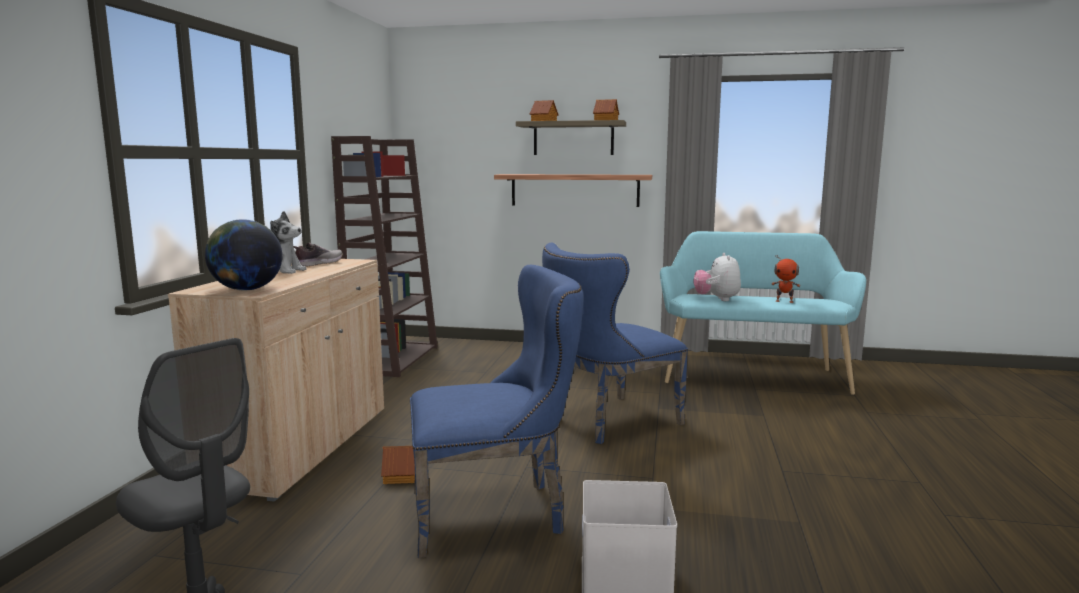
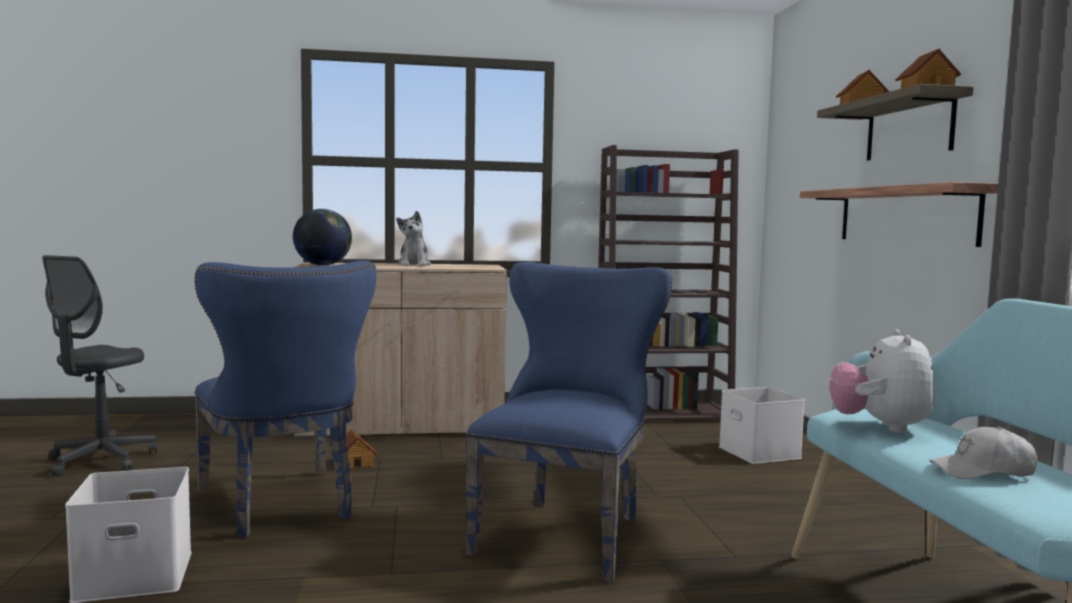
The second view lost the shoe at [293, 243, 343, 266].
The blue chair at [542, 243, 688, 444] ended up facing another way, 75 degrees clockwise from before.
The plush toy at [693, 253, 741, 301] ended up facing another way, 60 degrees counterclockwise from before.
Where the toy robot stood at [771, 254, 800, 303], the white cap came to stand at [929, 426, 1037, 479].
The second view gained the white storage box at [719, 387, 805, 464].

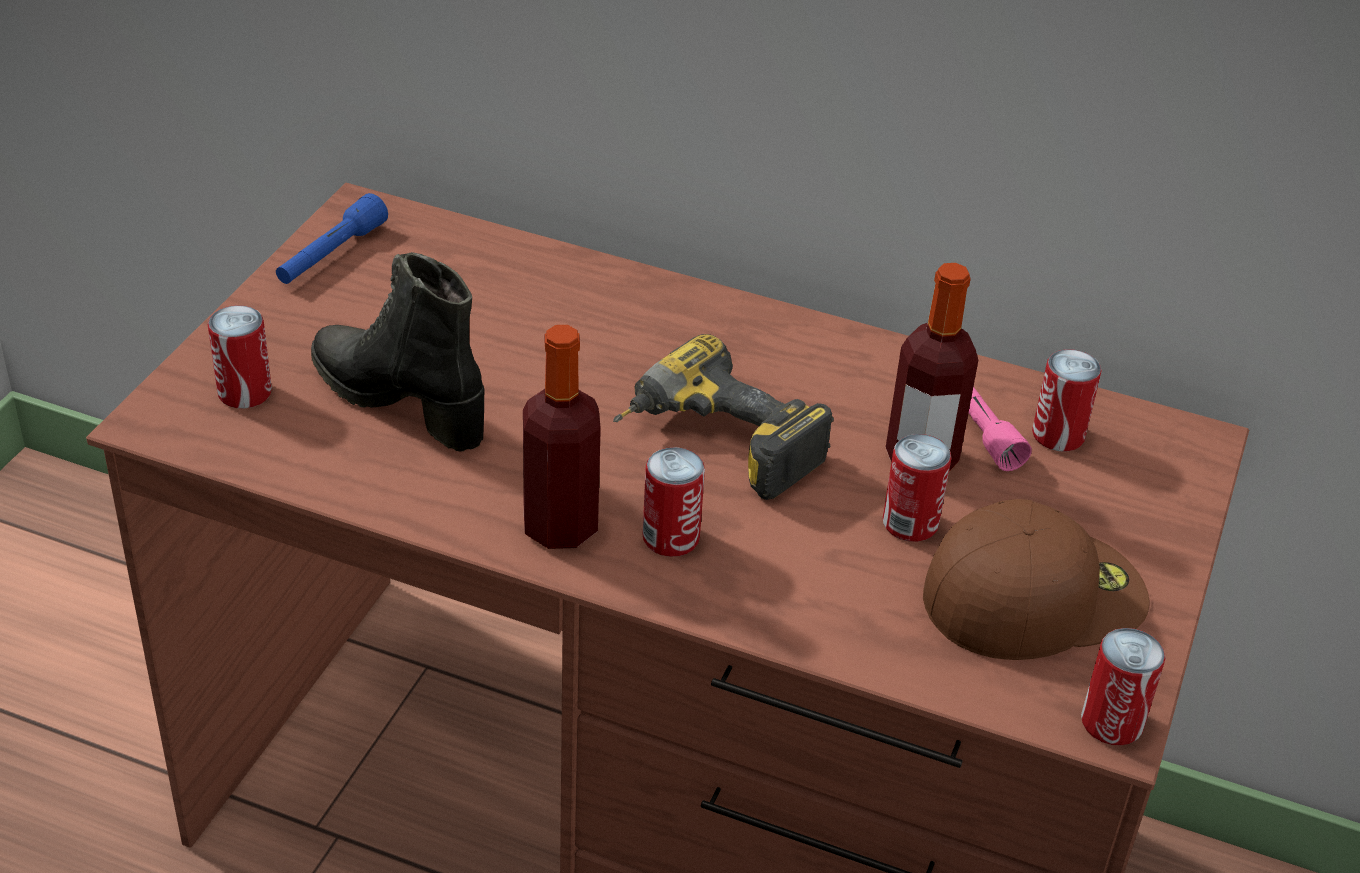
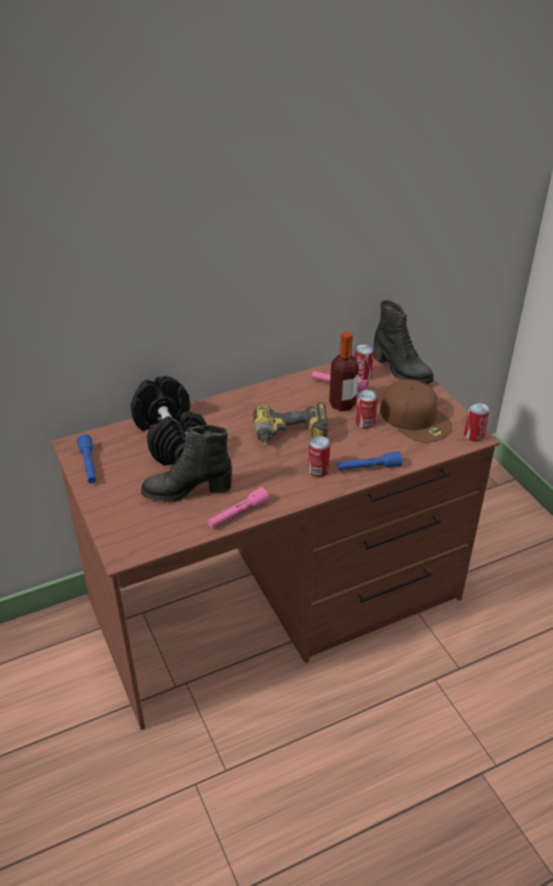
The second view lost the can at [208, 305, 272, 408].
The second view lost the bottle at [523, 325, 601, 549].
The brown cap at [923, 499, 1149, 660] ended up facing another way, 120 degrees clockwise from before.
The second view gained the black boot at [374, 300, 434, 384].
The second view gained the black dumbbell at [130, 376, 207, 466].
The second view gained the blue flashlight at [337, 451, 402, 470].
The second view gained the pink flashlight at [207, 487, 269, 528].

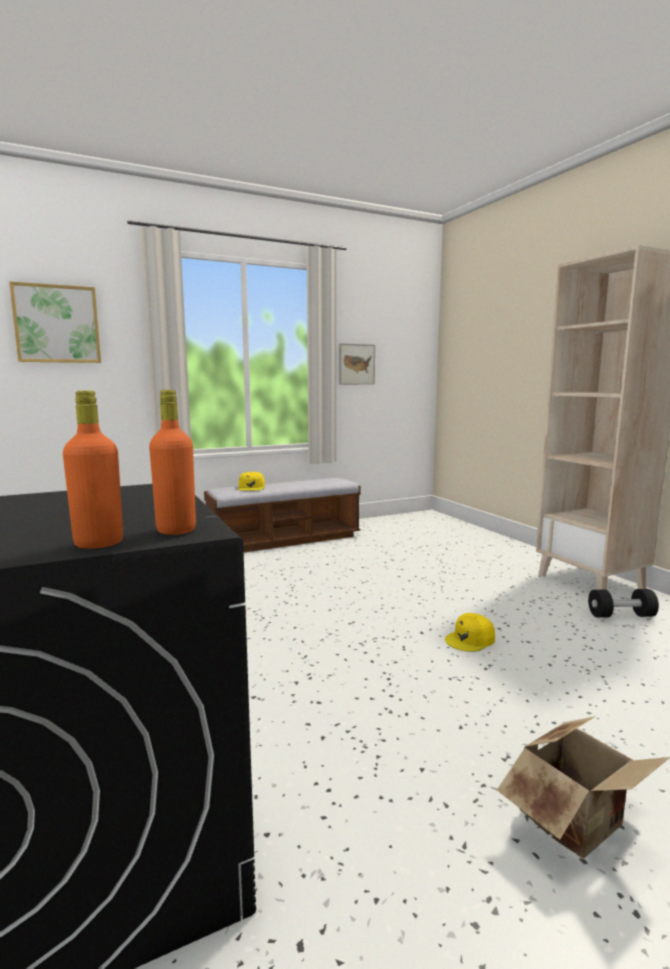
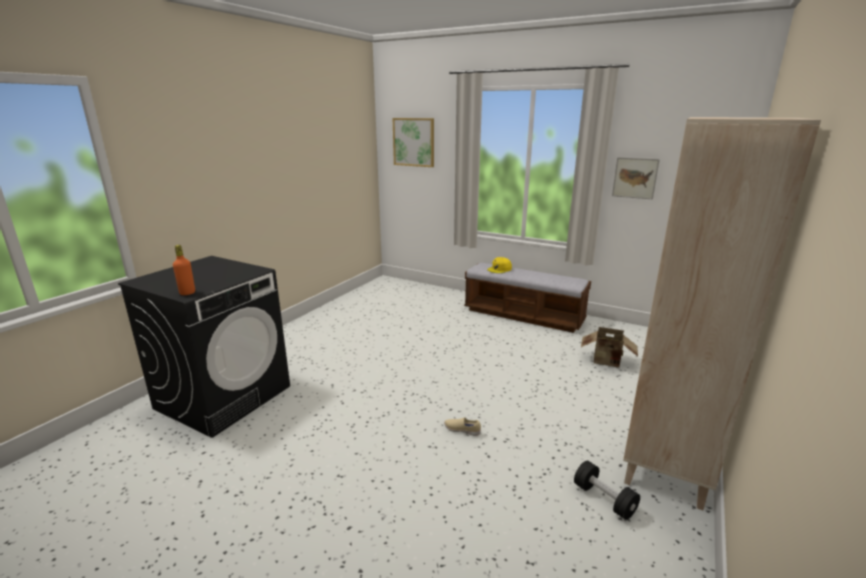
The second view lost the orange bottle at [63, 390, 123, 549].
Where the yellow cap stood at [445, 613, 495, 652], the beige shoe came to stand at [444, 417, 481, 436].
The cardboard box ended up elsewhere, having gone from [497, 716, 670, 859] to [581, 327, 638, 368].

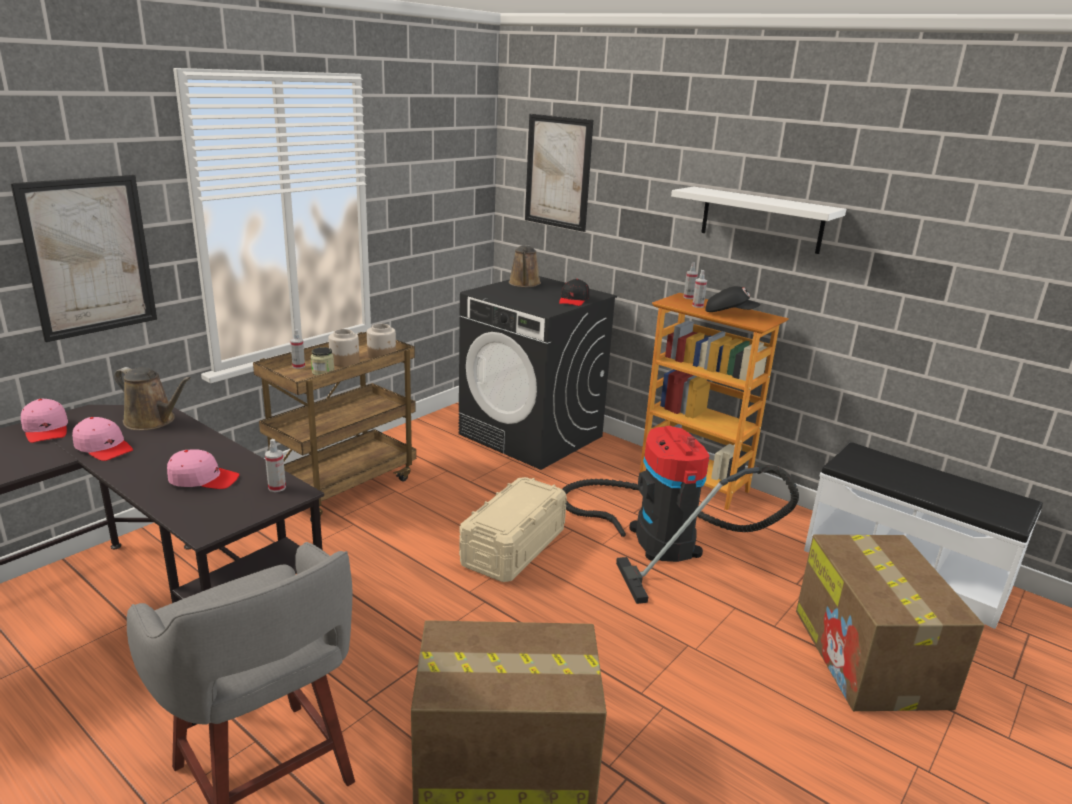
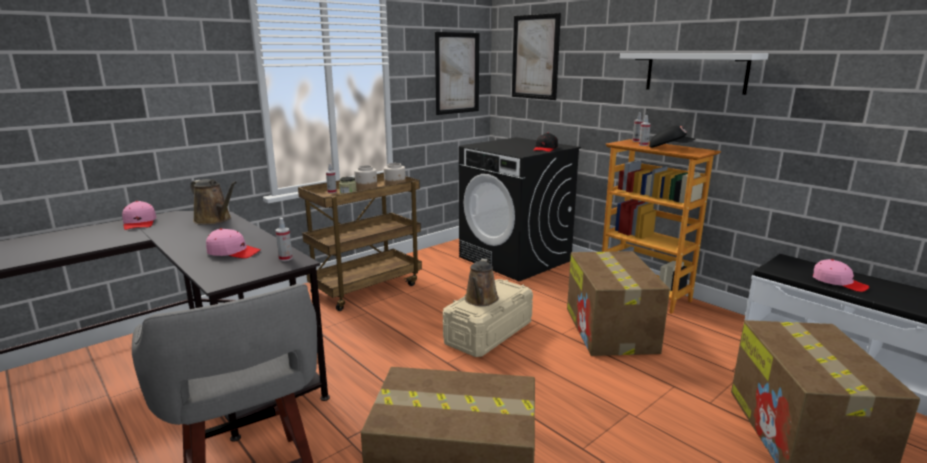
The picture ended up elsewhere, having gone from [10, 175, 157, 342] to [435, 32, 479, 115].
The brown watering can ended up elsewhere, having gone from [509, 245, 541, 287] to [465, 259, 499, 306].
The pink cap ended up elsewhere, having gone from [72, 417, 133, 461] to [813, 259, 869, 292].
Where the vacuum cleaner stood at [562, 426, 799, 604], the cardboard box came to stand at [567, 251, 670, 356].

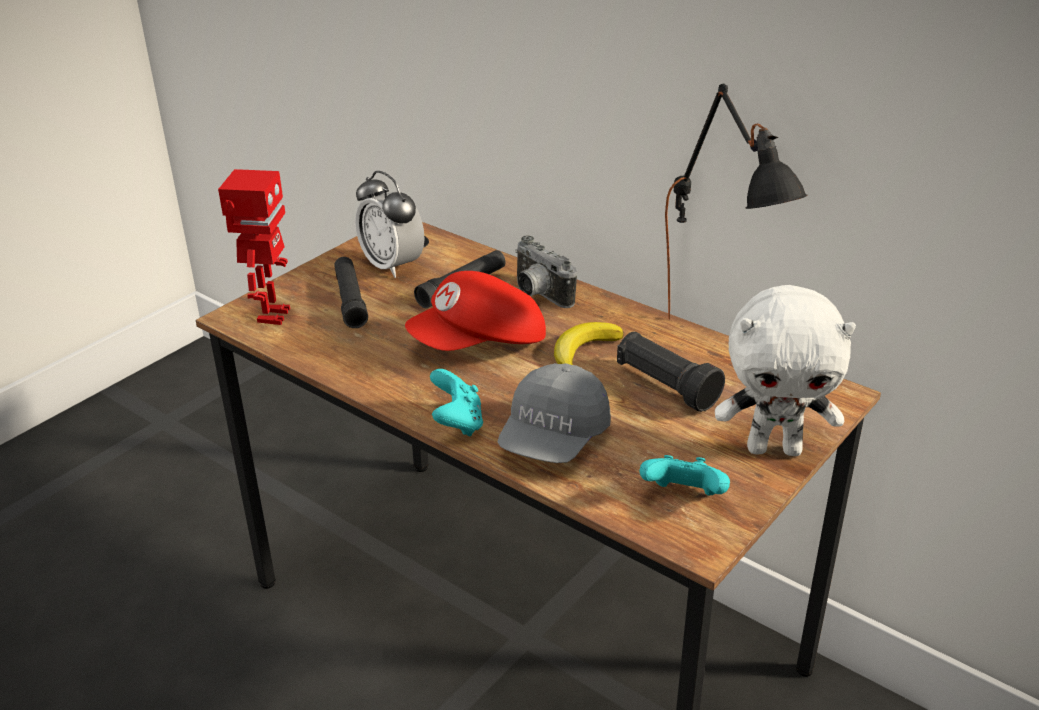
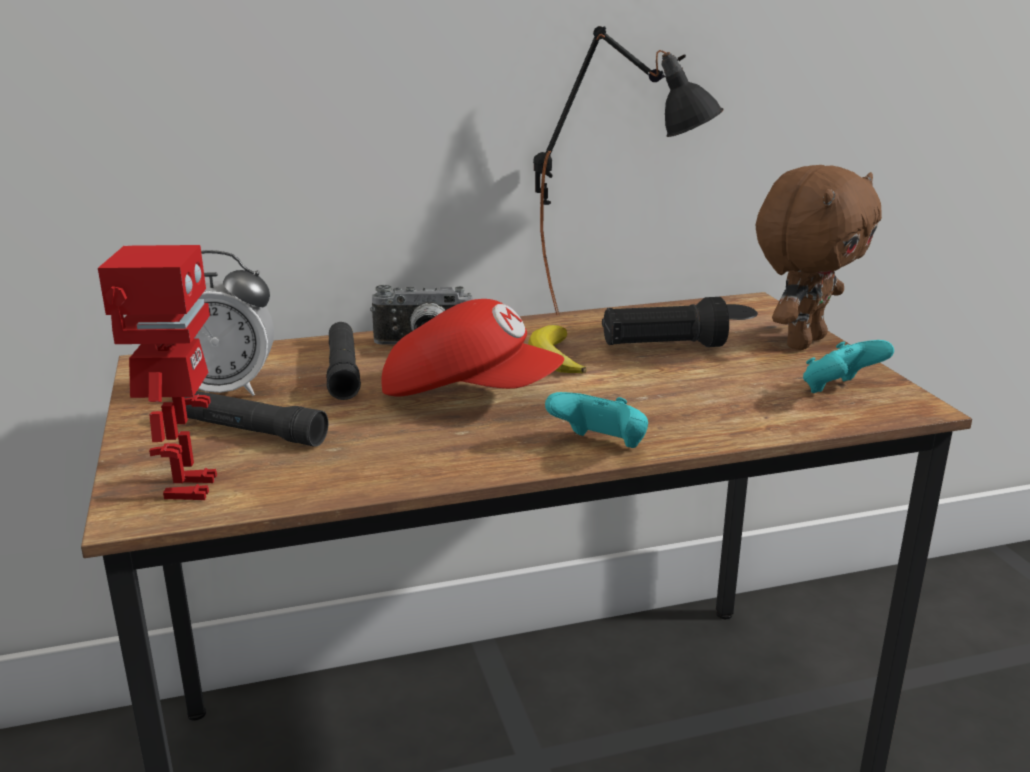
The toy robot at [218, 169, 290, 325] ended up facing another way, 45 degrees clockwise from before.
The red cap at [405, 271, 546, 351] ended up facing another way, 75 degrees counterclockwise from before.
What was the white plush toy at [715, 285, 856, 456] turned into the brown plush toy at [756, 165, 882, 350].
The second view lost the grey cap at [497, 363, 611, 463].

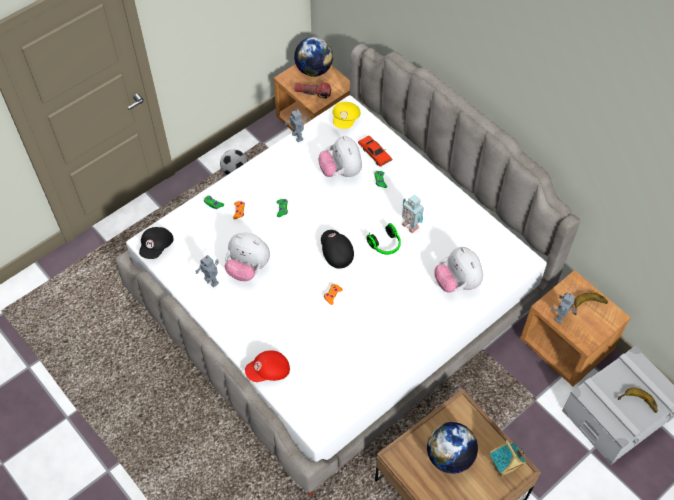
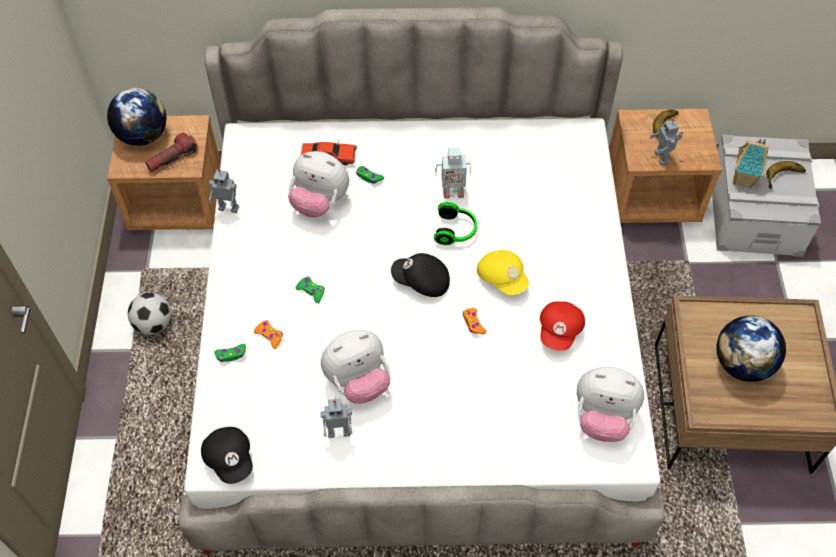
The yellow cap ended up elsewhere, having gone from [332, 102, 361, 129] to [477, 250, 529, 295].
The plush toy ended up elsewhere, having gone from [434, 247, 483, 293] to [577, 367, 644, 442].
The red cap ended up elsewhere, having gone from [245, 350, 290, 382] to [540, 301, 585, 351].
The toy house ended up elsewhere, having gone from [490, 440, 526, 477] to [733, 139, 770, 188].

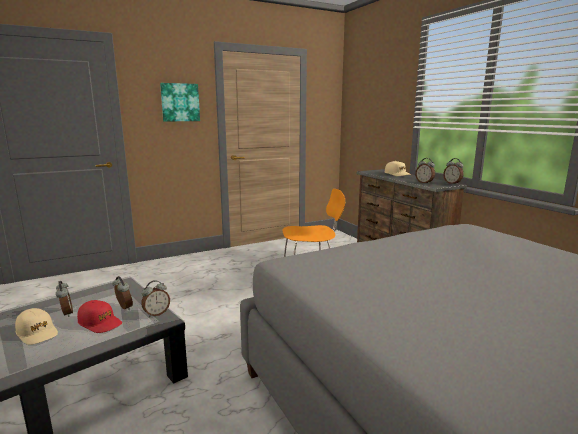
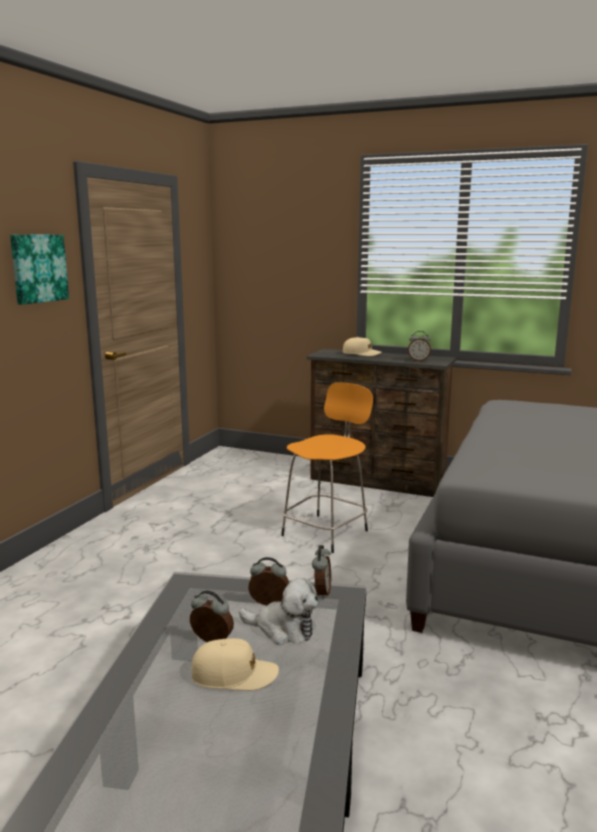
The second view lost the alarm clock at [443, 158, 464, 185].
Where the red cap stood at [77, 300, 122, 333], the plush toy came to stand at [239, 578, 318, 645].

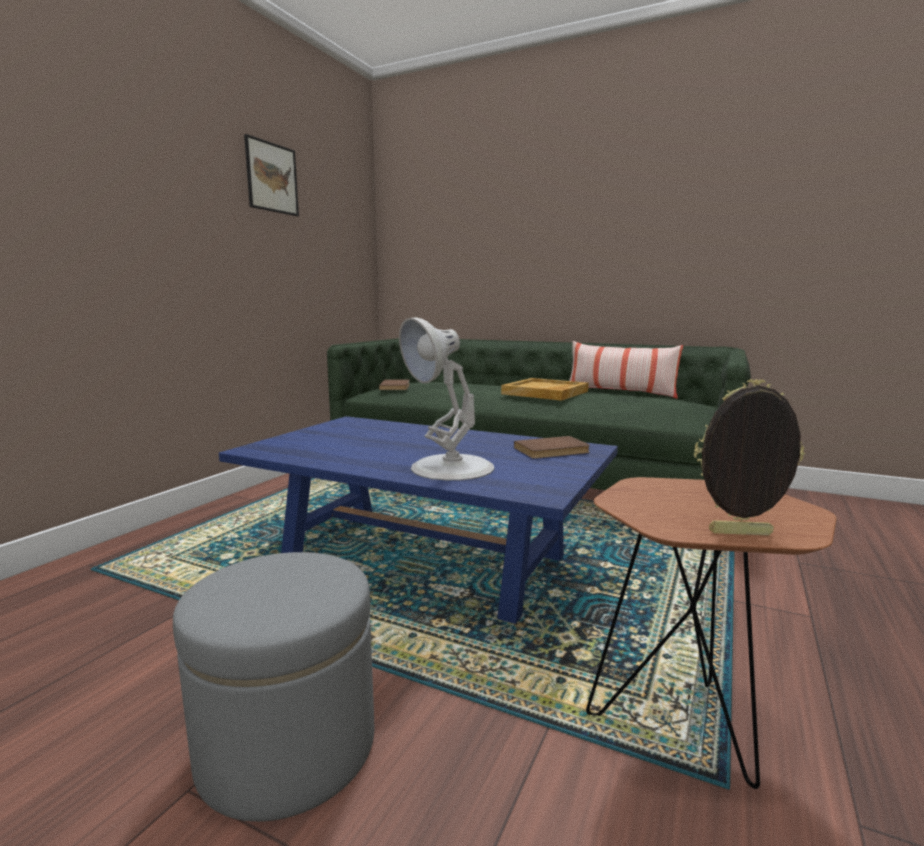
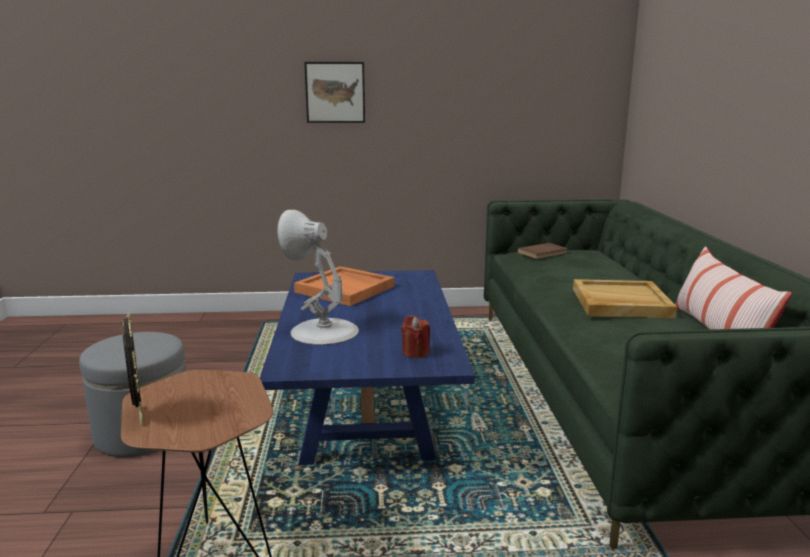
The picture ended up elsewhere, having gone from [244, 134, 299, 216] to [304, 62, 365, 123].
Where the brown book stood at [514, 436, 590, 459], the red candle came to stand at [401, 315, 430, 358].
The second view gained the orange tray at [294, 266, 394, 306].

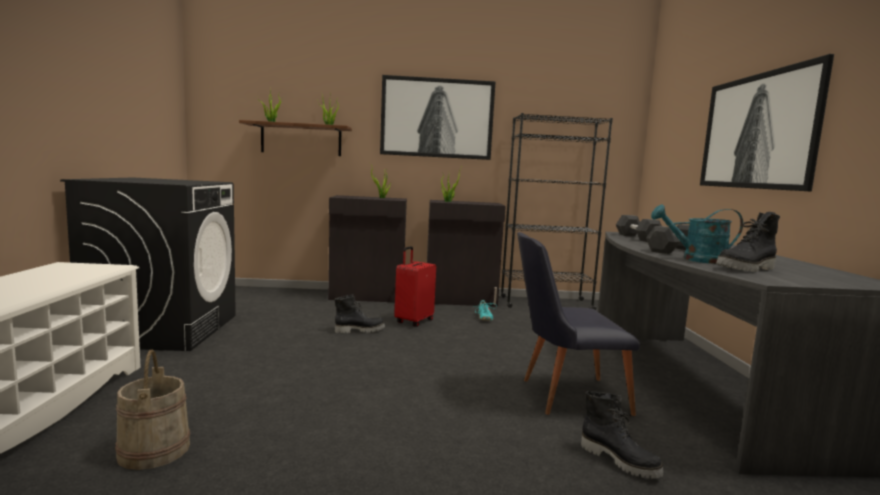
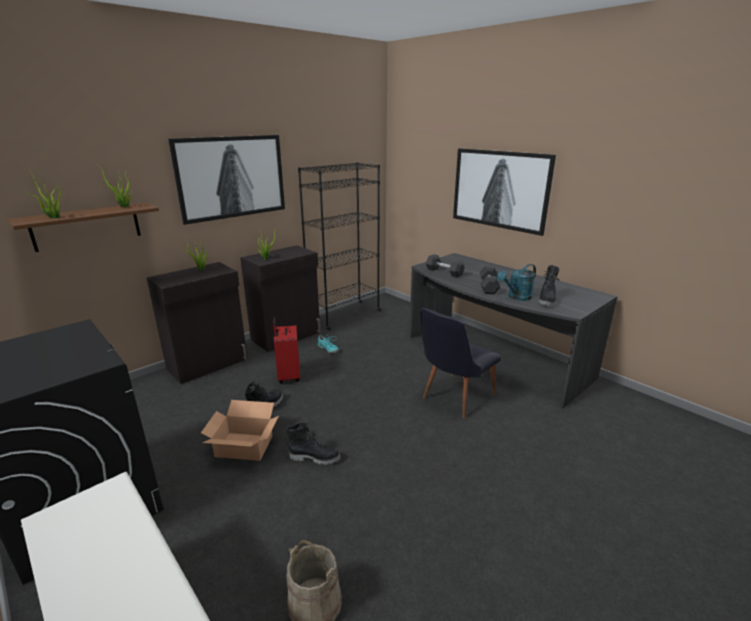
The black boot ended up elsewhere, having gone from [581, 391, 664, 479] to [286, 422, 341, 465].
The second view gained the cardboard box at [201, 400, 279, 461].

